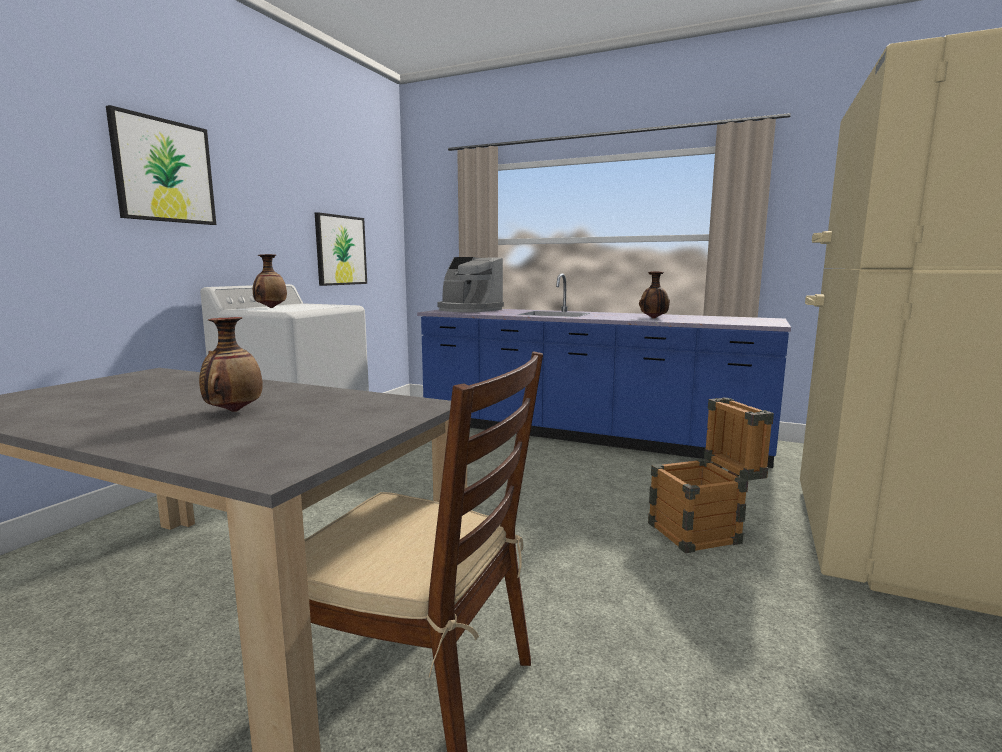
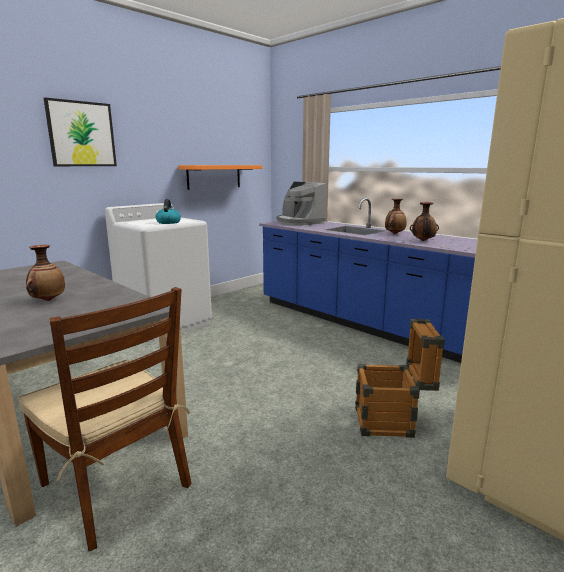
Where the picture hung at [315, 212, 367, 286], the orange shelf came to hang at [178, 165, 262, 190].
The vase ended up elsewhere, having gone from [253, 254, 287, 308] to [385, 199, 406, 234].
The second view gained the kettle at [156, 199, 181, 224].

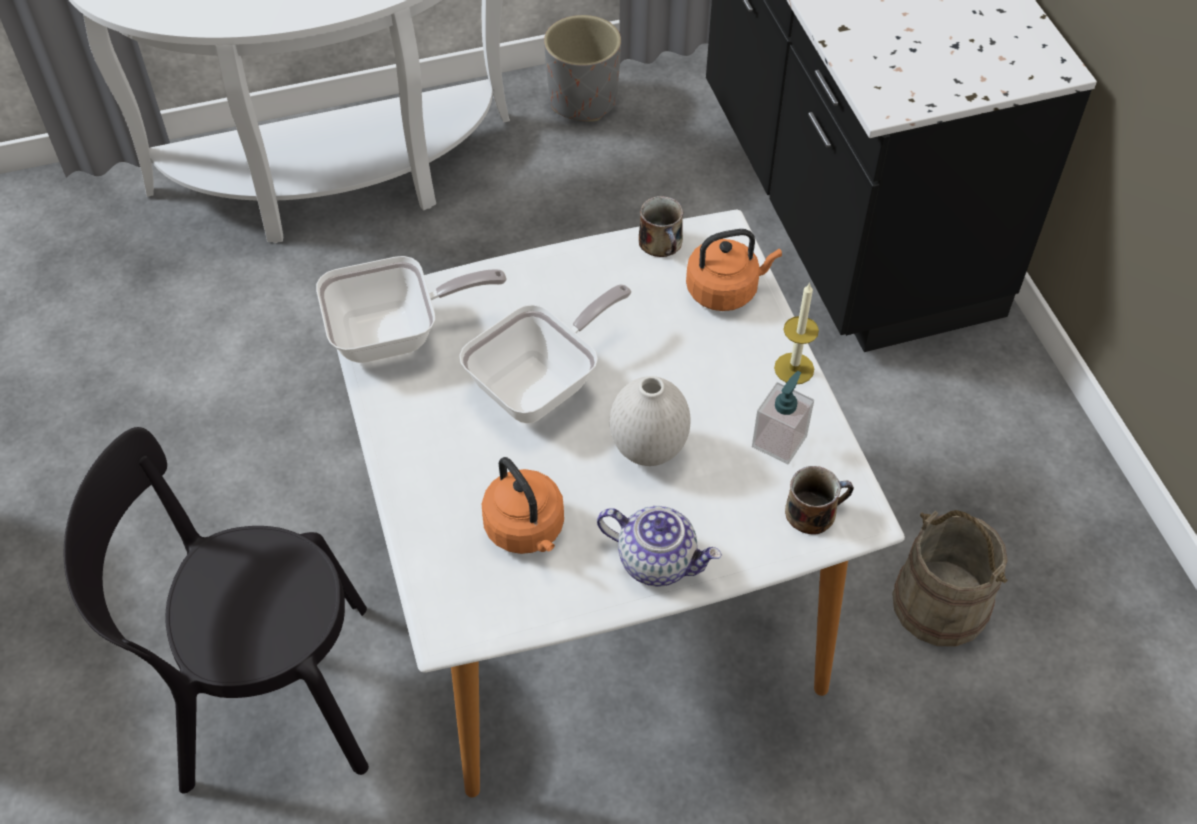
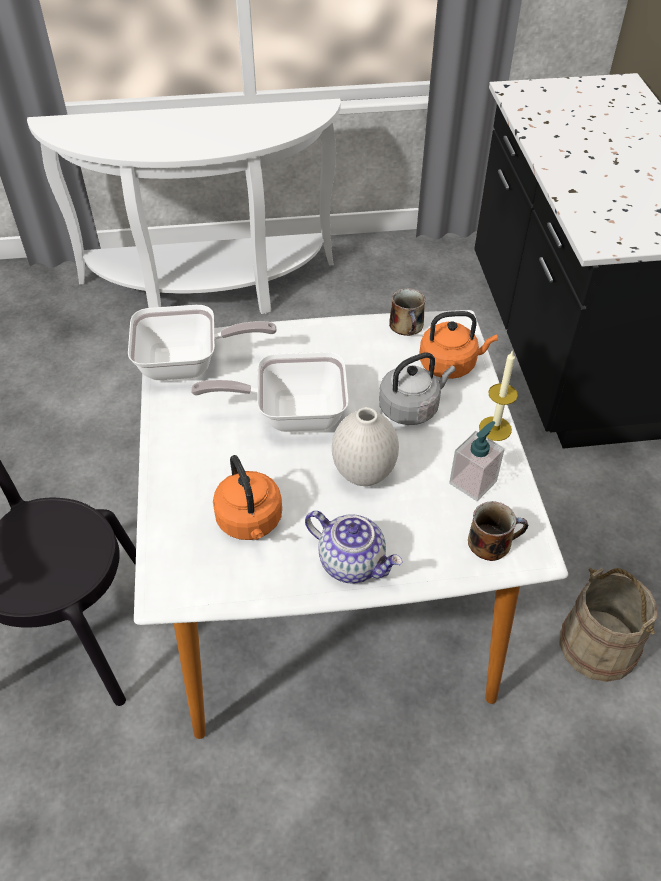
The second view lost the grey planter at [544, 15, 621, 121].
The frying pan at [459, 284, 632, 423] ended up facing another way, 150 degrees counterclockwise from before.
The second view gained the grey kettle at [379, 352, 455, 425].

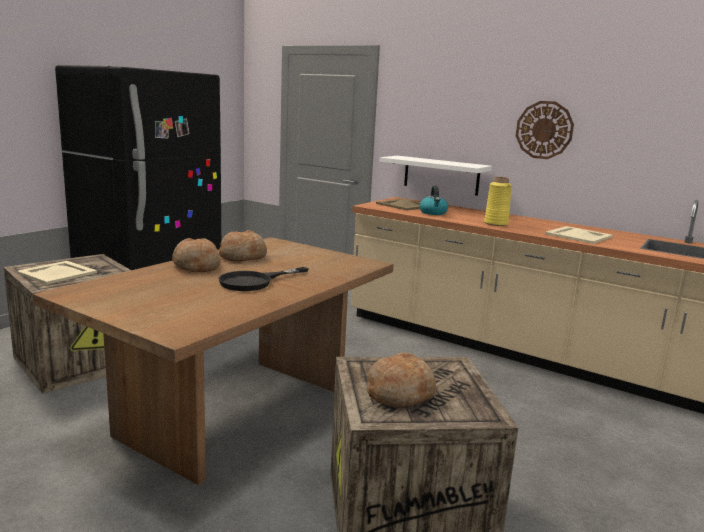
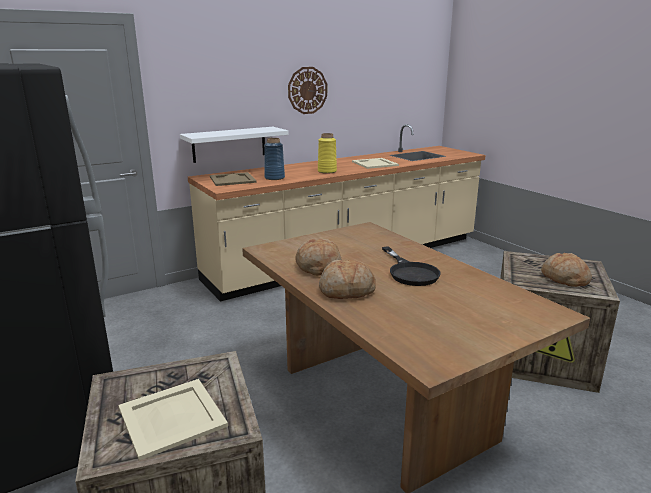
Where the kettle stood at [420, 186, 448, 215], the blue vase came to stand at [264, 138, 285, 180].

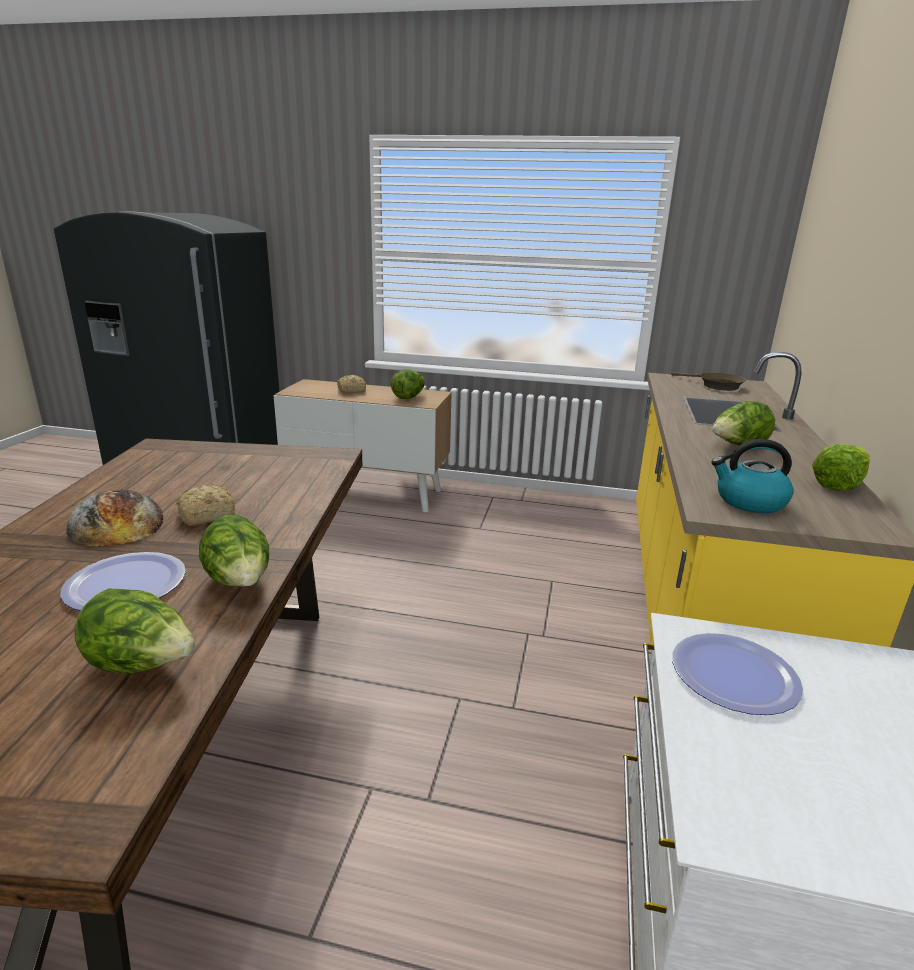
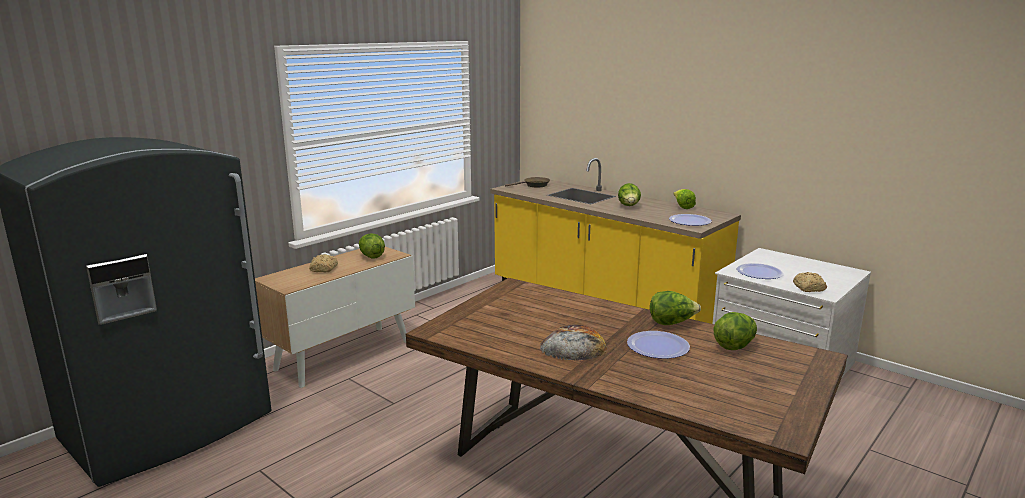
Where the kettle stood at [711, 439, 794, 513], the plate came to stand at [669, 214, 712, 226].
The bread ended up elsewhere, having gone from [176, 484, 235, 526] to [793, 272, 827, 292].

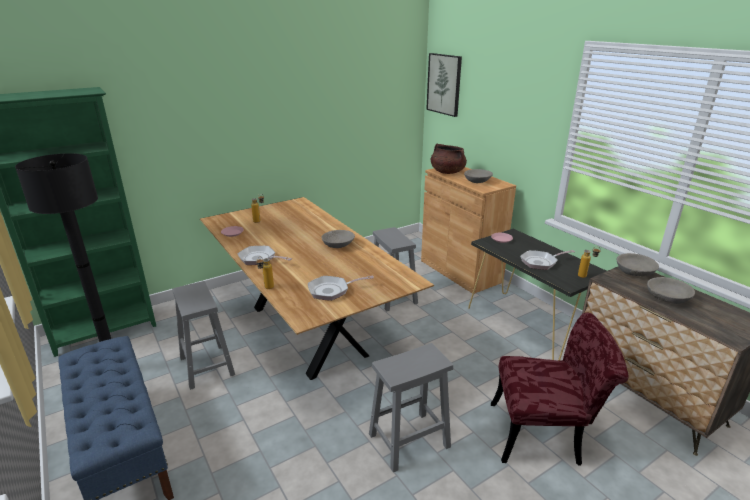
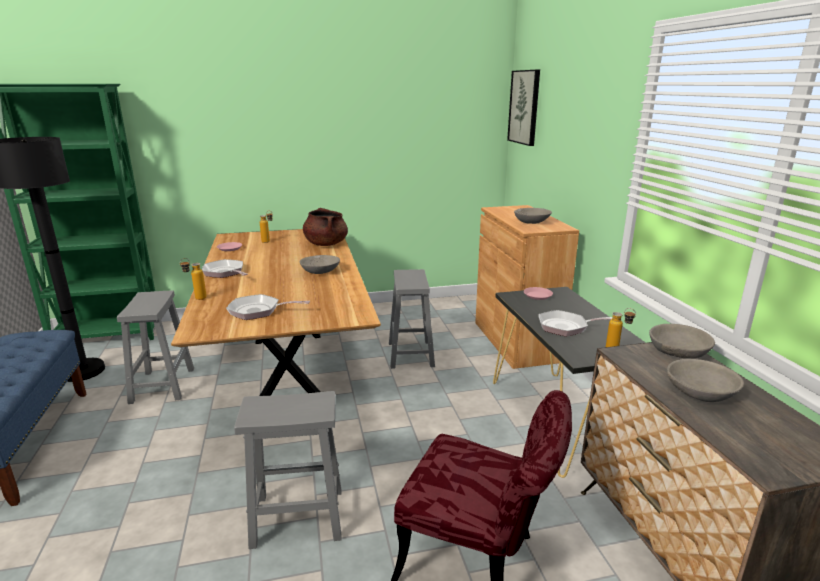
The brown cooking pot ended up elsewhere, having gone from [430, 144, 467, 174] to [303, 208, 348, 246].

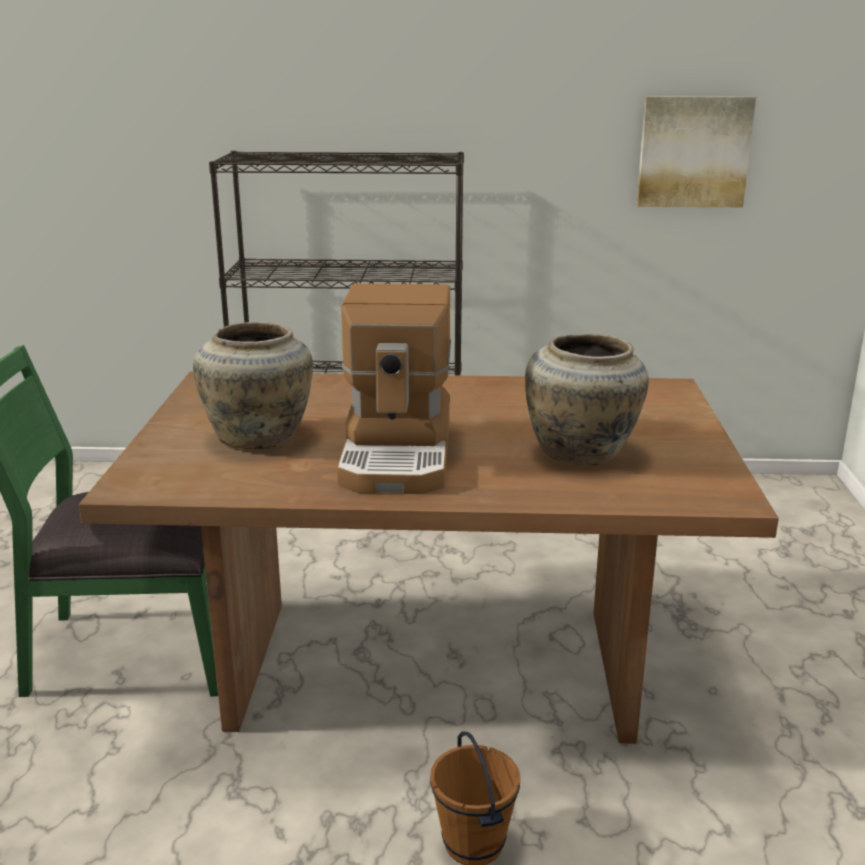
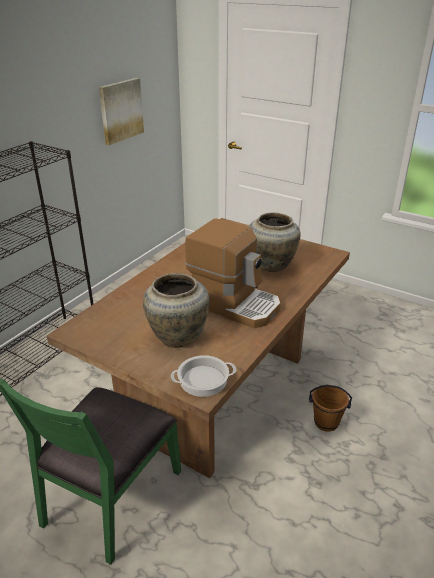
The second view gained the cooking pot at [171, 355, 236, 397].

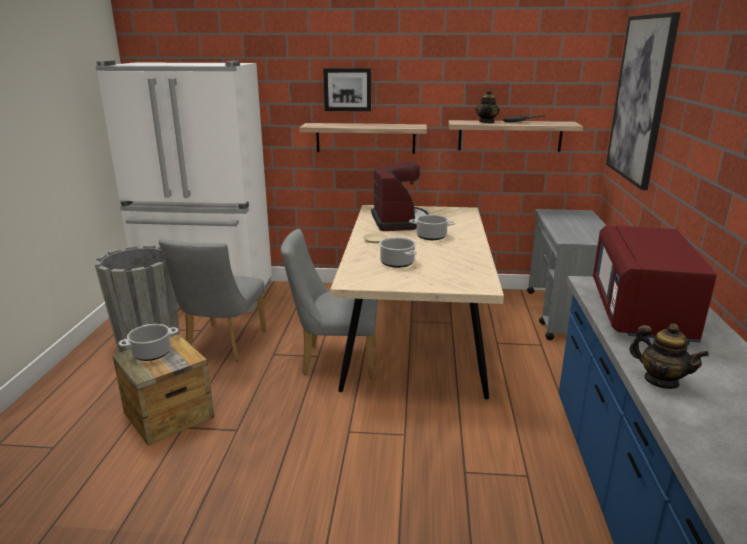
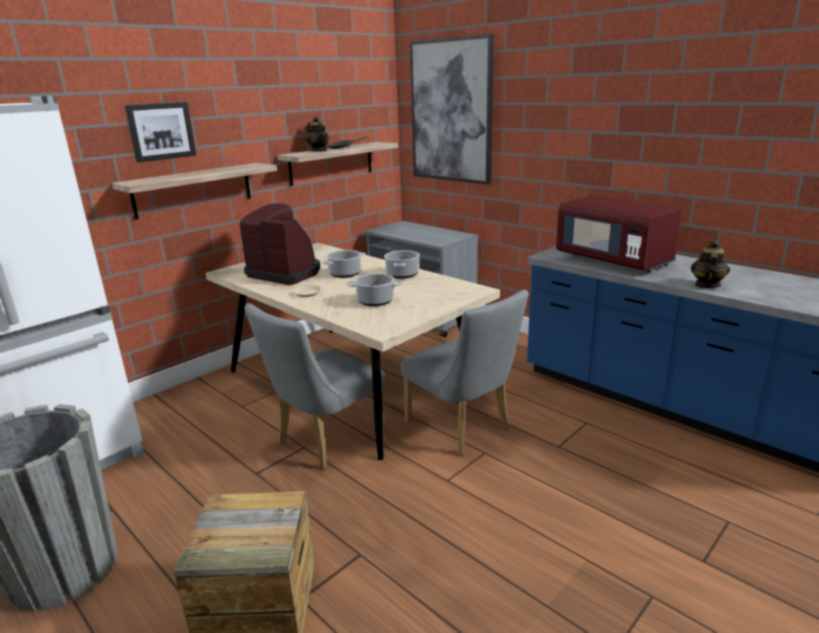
The grey chair ended up elsewhere, having gone from [159, 239, 266, 361] to [401, 290, 528, 455].
The cooking pot ended up elsewhere, having gone from [119, 324, 179, 361] to [384, 250, 419, 279].
The teapot at [629, 324, 709, 389] ended up facing another way, 60 degrees counterclockwise from before.

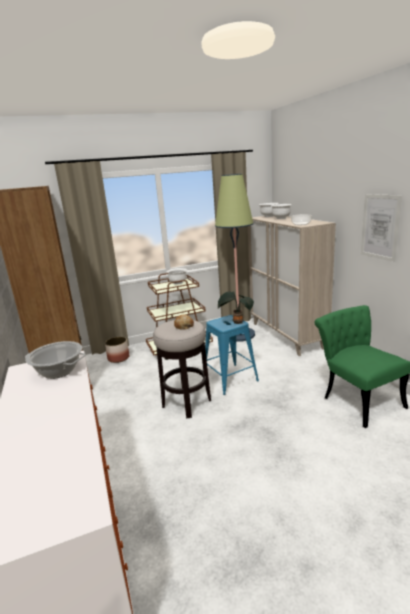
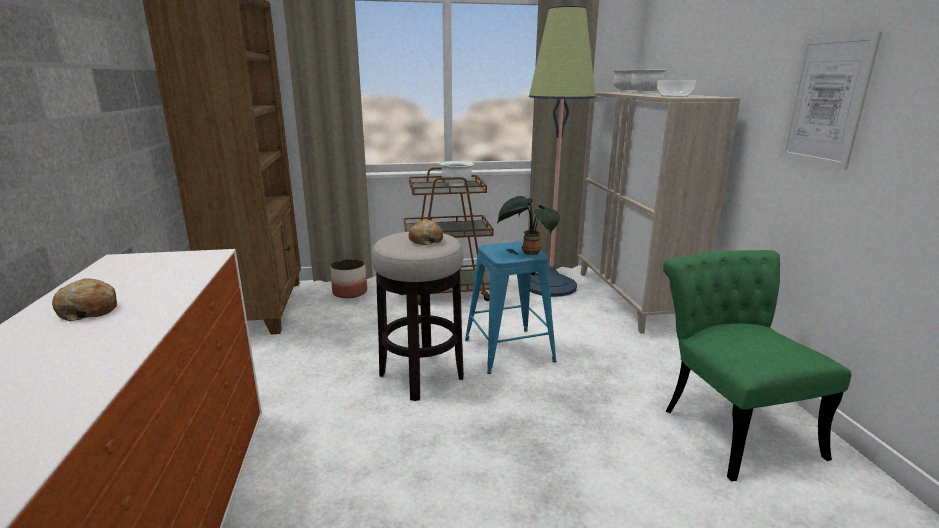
The second view lost the cooking pot at [25, 341, 86, 379].
The second view gained the bread at [52, 278, 117, 321].

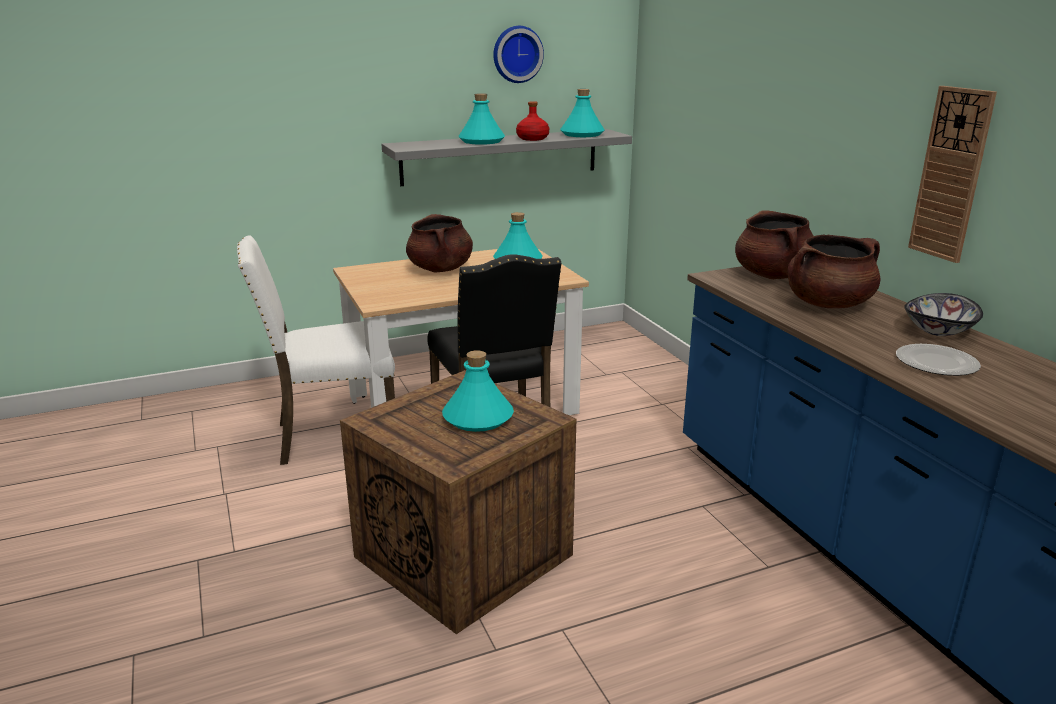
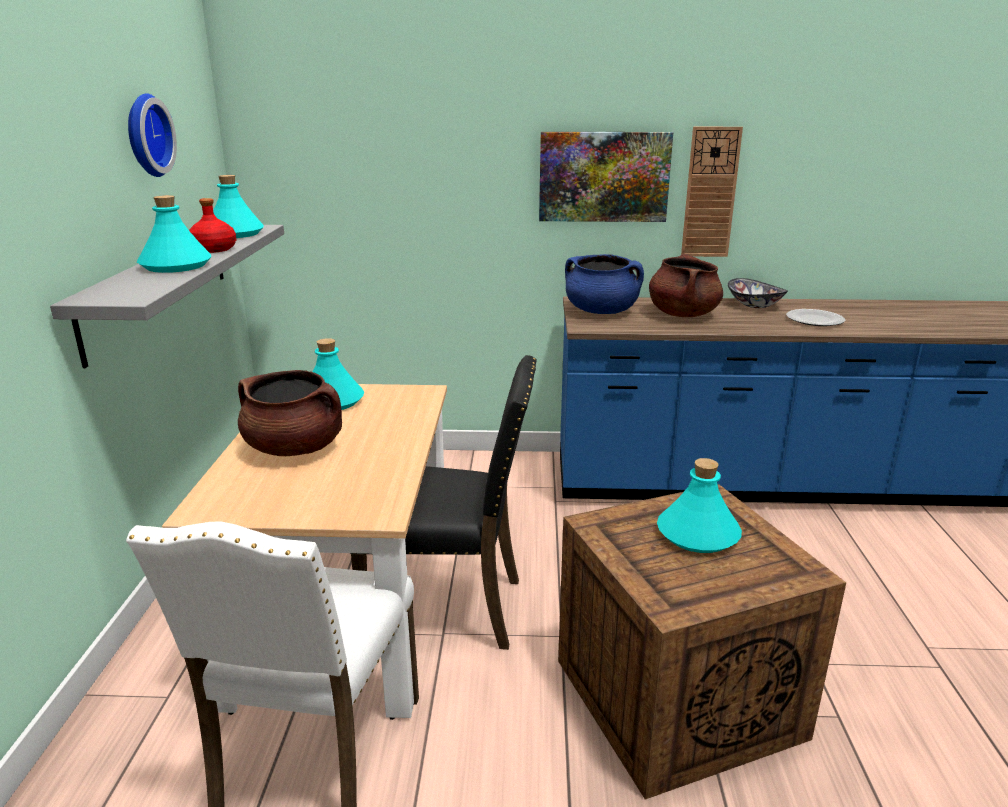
What was the brown cooking pot at [735, 210, 813, 279] turned into the blue cooking pot at [565, 254, 644, 314].
The second view gained the picture at [539, 132, 673, 222].

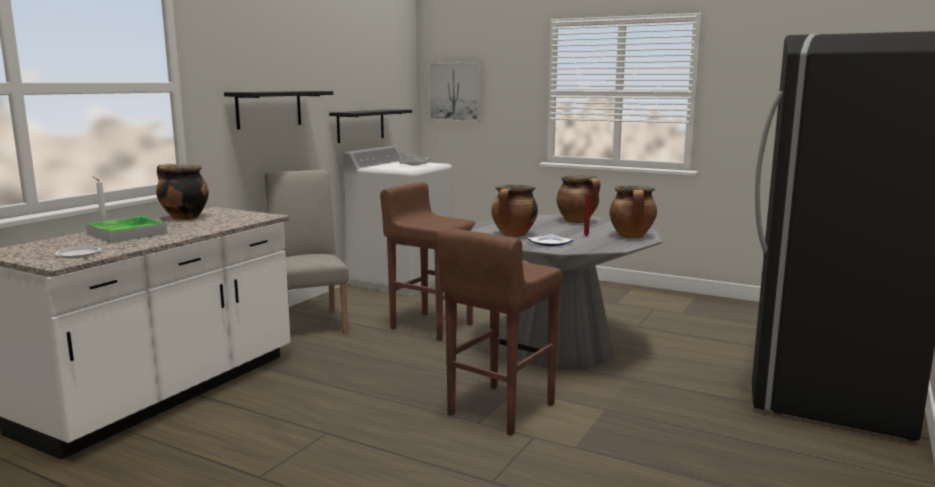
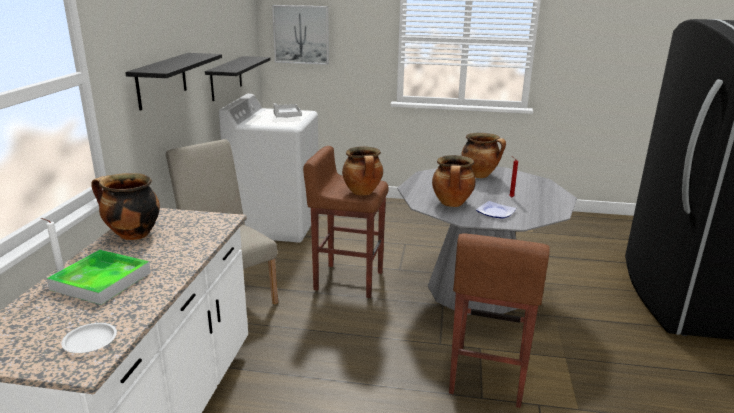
The cooking pot ended up elsewhere, having gone from [609, 186, 657, 238] to [342, 146, 383, 196].

